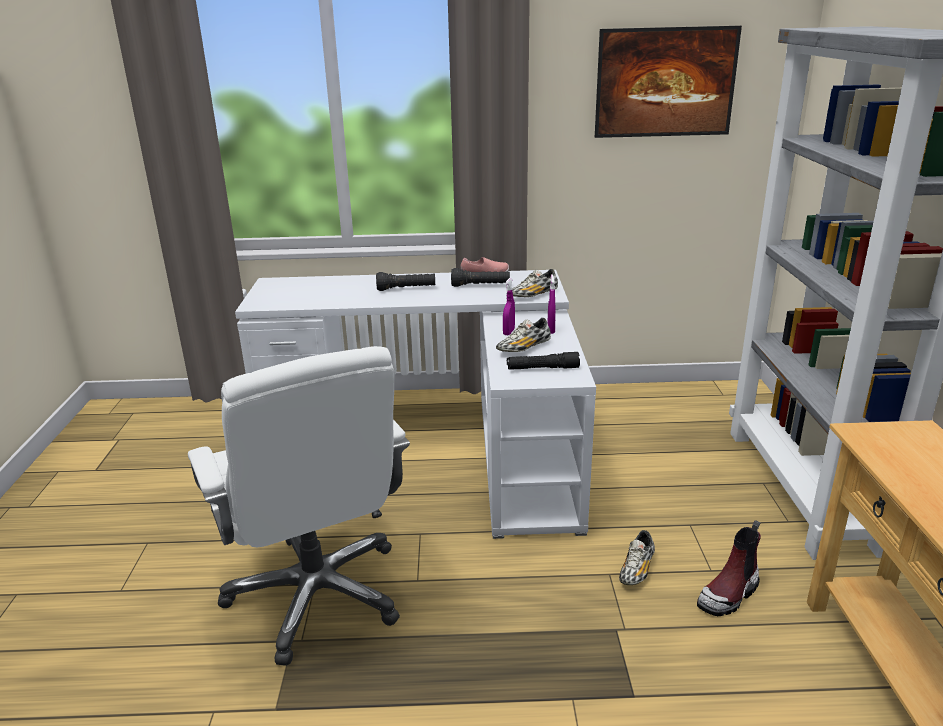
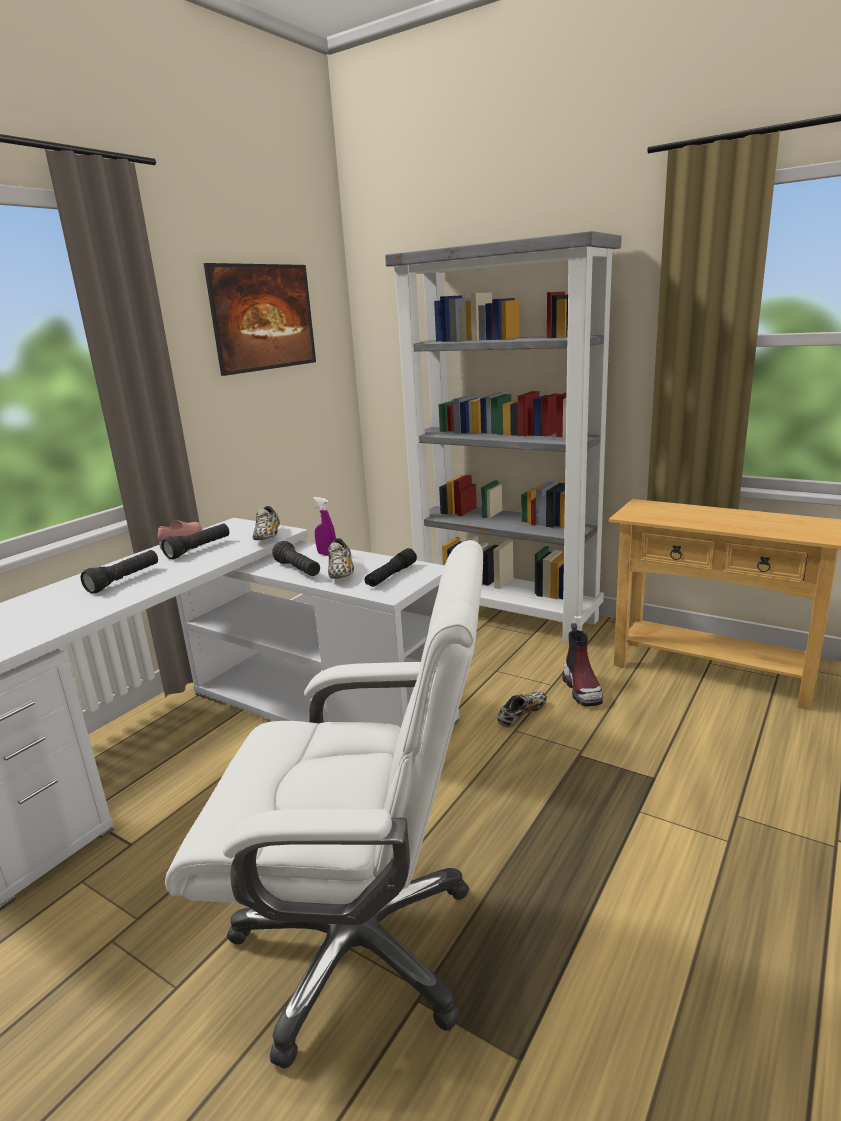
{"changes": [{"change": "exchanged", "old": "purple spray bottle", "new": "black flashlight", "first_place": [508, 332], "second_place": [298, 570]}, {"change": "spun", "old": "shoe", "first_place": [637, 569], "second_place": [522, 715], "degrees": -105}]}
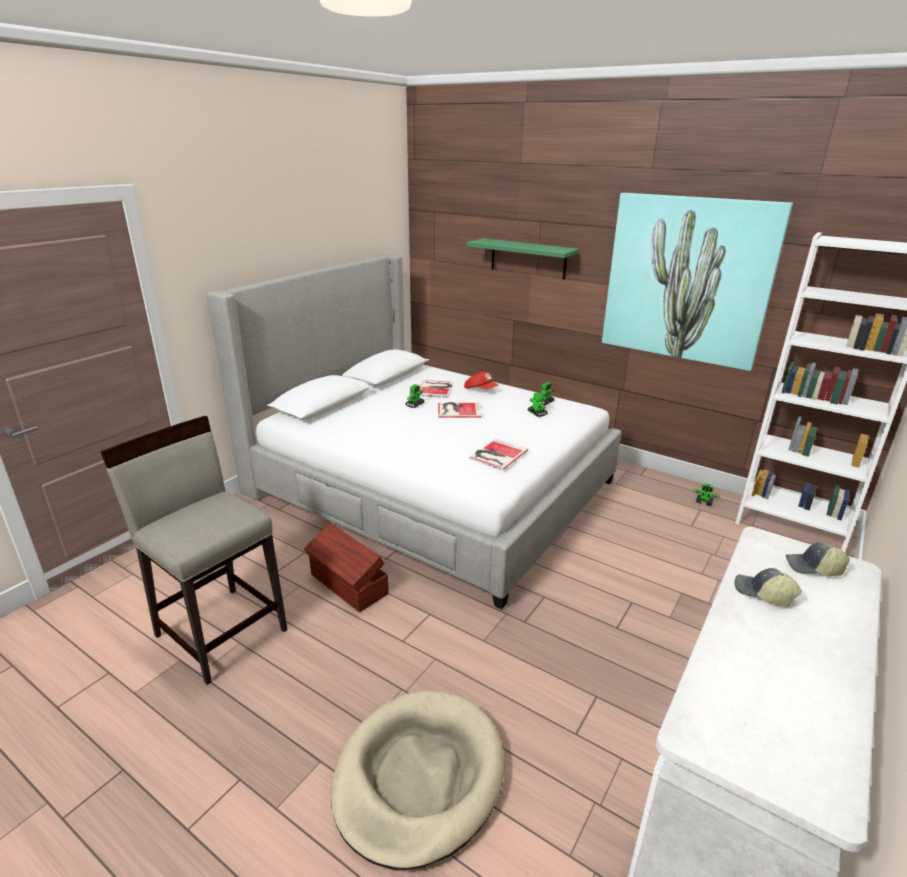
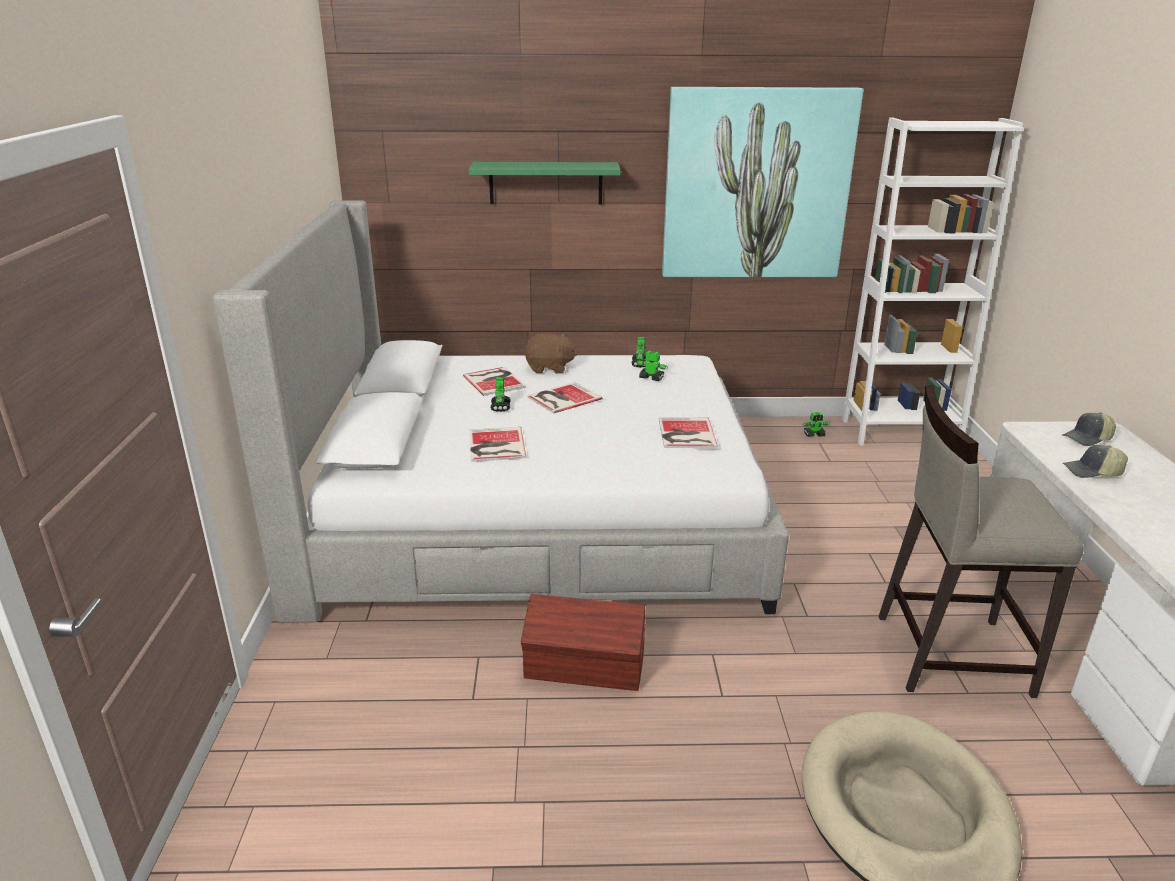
{"changes": [{"change": "appeared", "new": "book", "second_place": [495, 445]}, {"change": "relocated", "old": "beige stool", "first_place": [221, 631], "second_place": [950, 653]}, {"change": "exchanged", "old": "red cap", "new": "brown plush toy", "first_place": [480, 390], "second_place": [549, 368]}]}
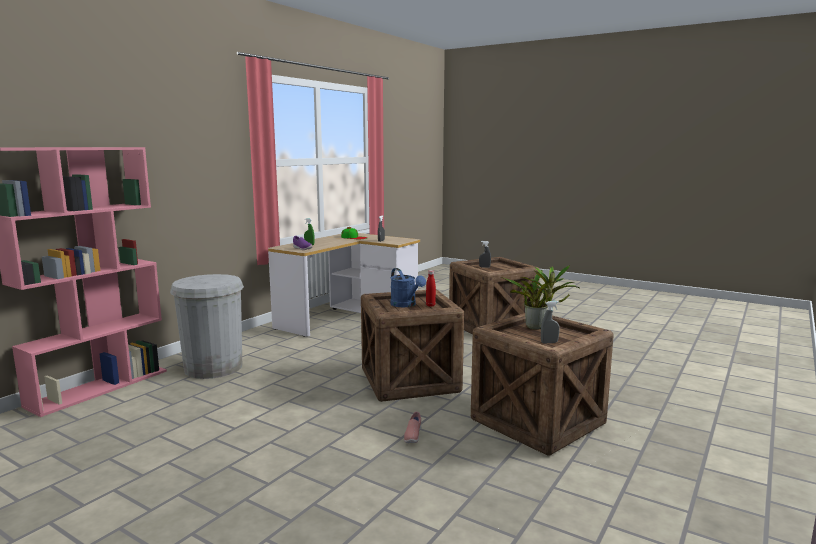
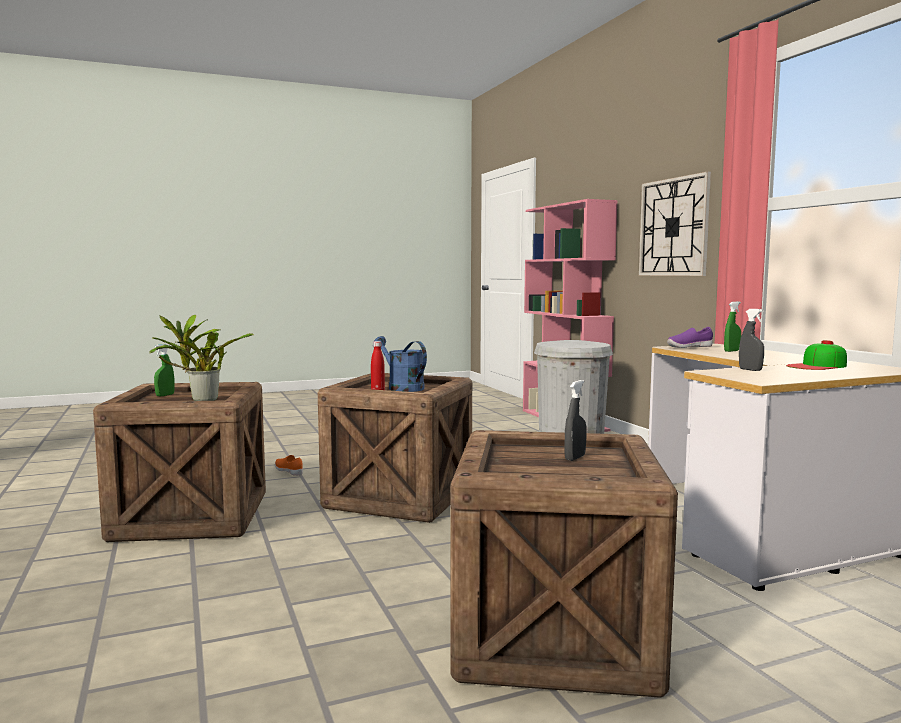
{"changes": [{"change": "appeared", "new": "wall clock", "second_place": [673, 227]}, {"change": "colour", "old": "pink shoe", "new": "orange shoe", "first_place": [412, 436], "second_place": [289, 472]}, {"change": "colour", "old": "grey spray bottle", "new": "green spray bottle", "first_place": [549, 342], "second_place": [165, 395]}, {"change": "spun", "old": "blue watering can", "first_place": [406, 305], "second_place": [401, 387], "degrees": 45}]}
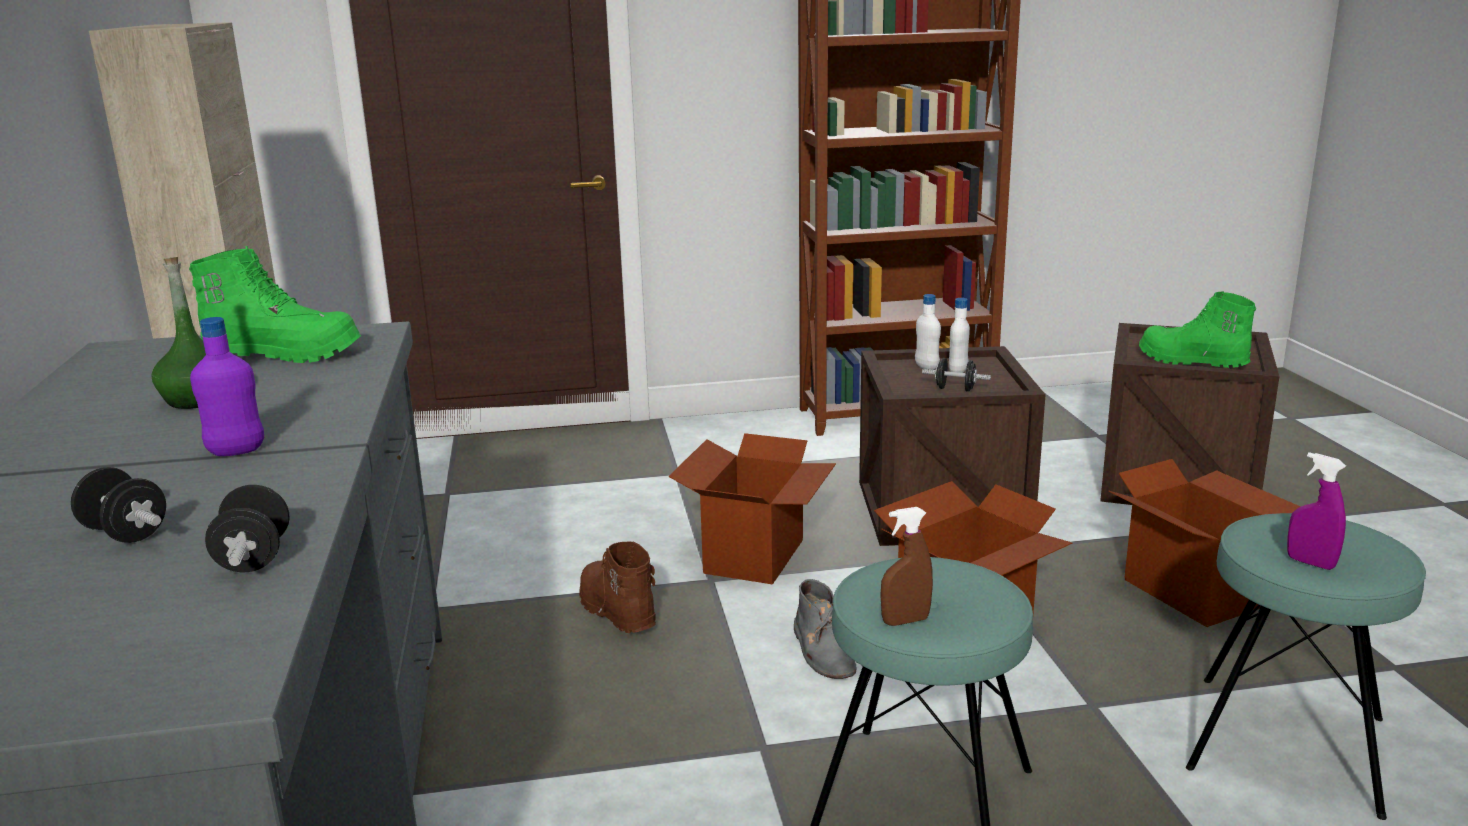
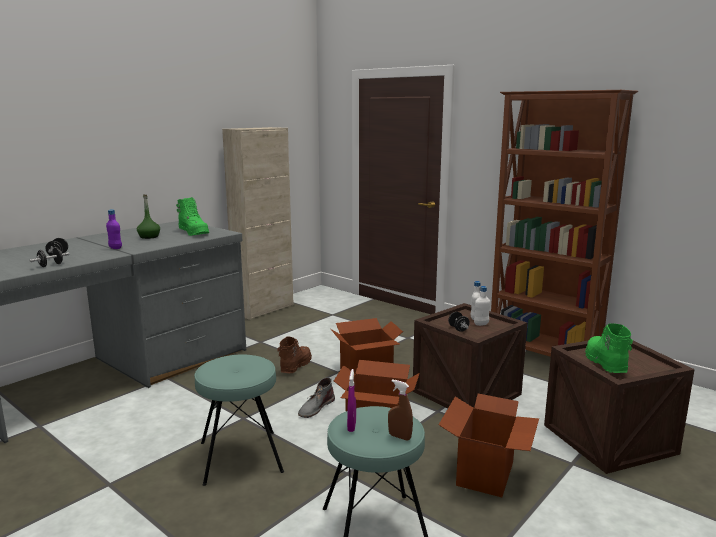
{"changes": [{"change": "relocated", "old": "brown spray bottle", "first_place": [905, 621], "second_place": [399, 437]}]}
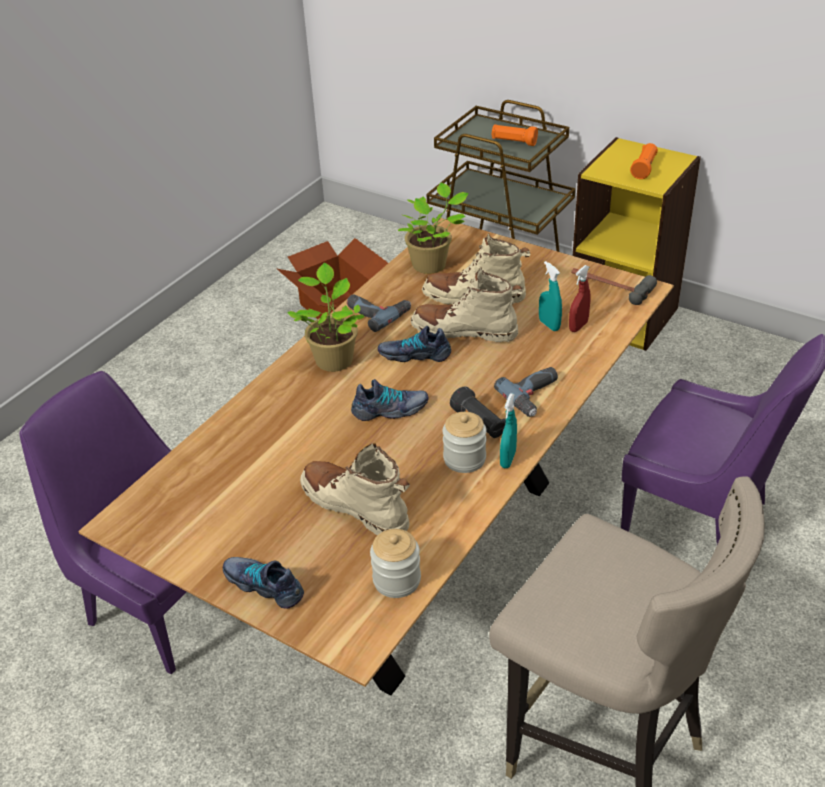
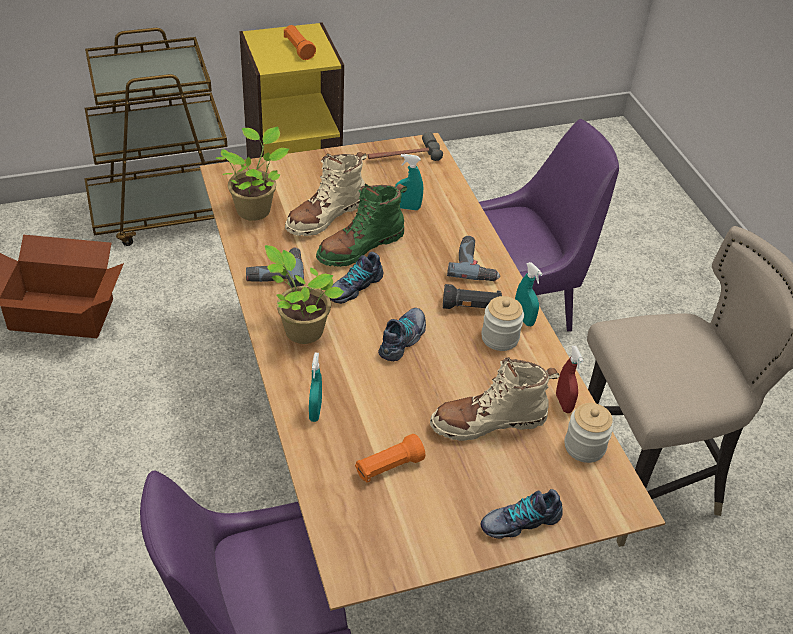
{"changes": [{"change": "appeared", "new": "turquoise spray bottle", "second_place": [315, 411]}, {"change": "relocated", "old": "orange flashlight", "first_place": [513, 142], "second_place": [388, 467]}, {"change": "relocated", "old": "red spray bottle", "first_place": [578, 326], "second_place": [563, 403]}, {"change": "colour", "old": "beige boot", "new": "green boot", "first_place": [464, 331], "second_place": [360, 247]}]}
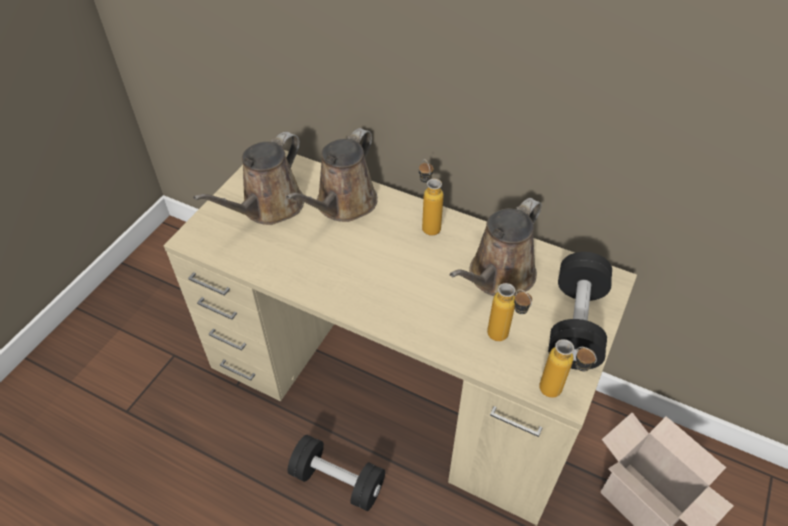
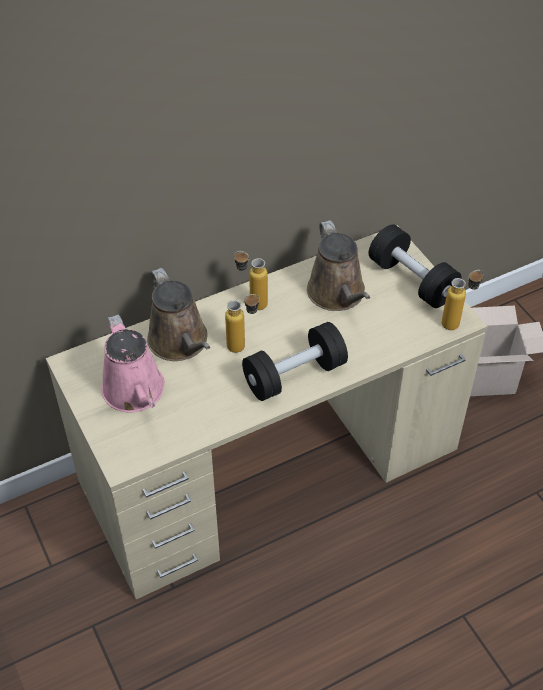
{"changes": [{"change": "relocated", "old": "black dumbbell", "first_place": [338, 480], "second_place": [294, 375]}, {"change": "relocated", "old": "bottle", "first_place": [504, 339], "second_place": [243, 346]}, {"change": "colour", "old": "brown watering can", "new": "pink watering can", "first_place": [268, 207], "second_place": [135, 393]}]}
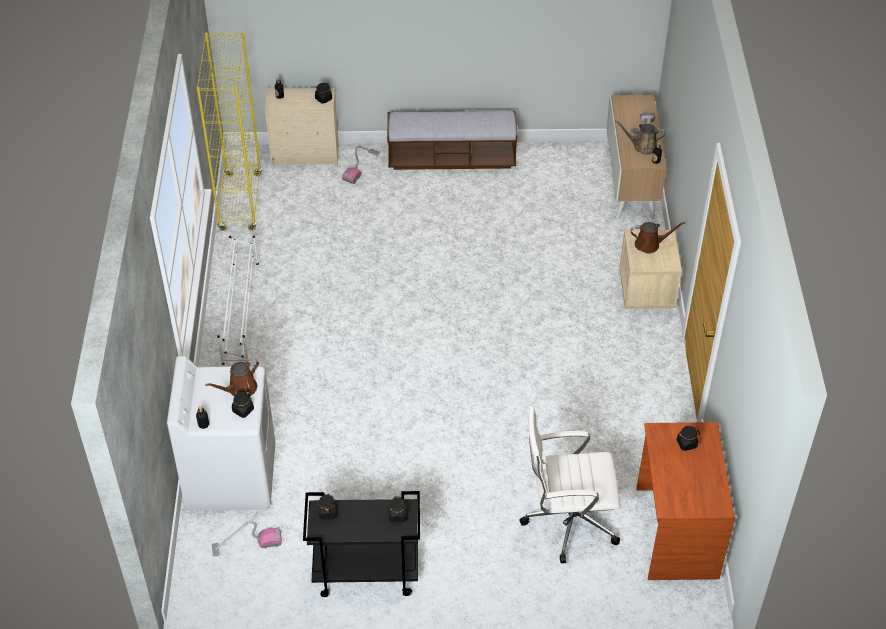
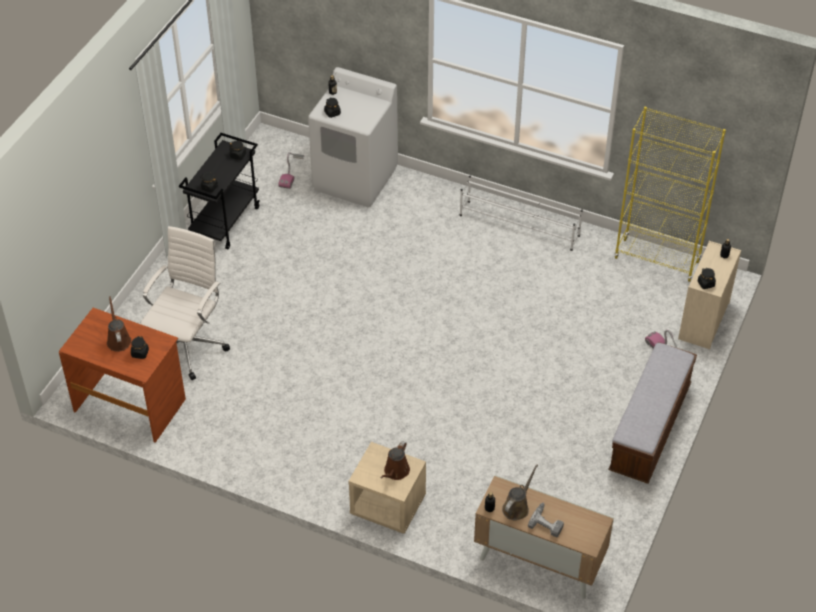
{"changes": [{"change": "relocated", "old": "brown watering can", "first_place": [240, 389], "second_place": [118, 340]}]}
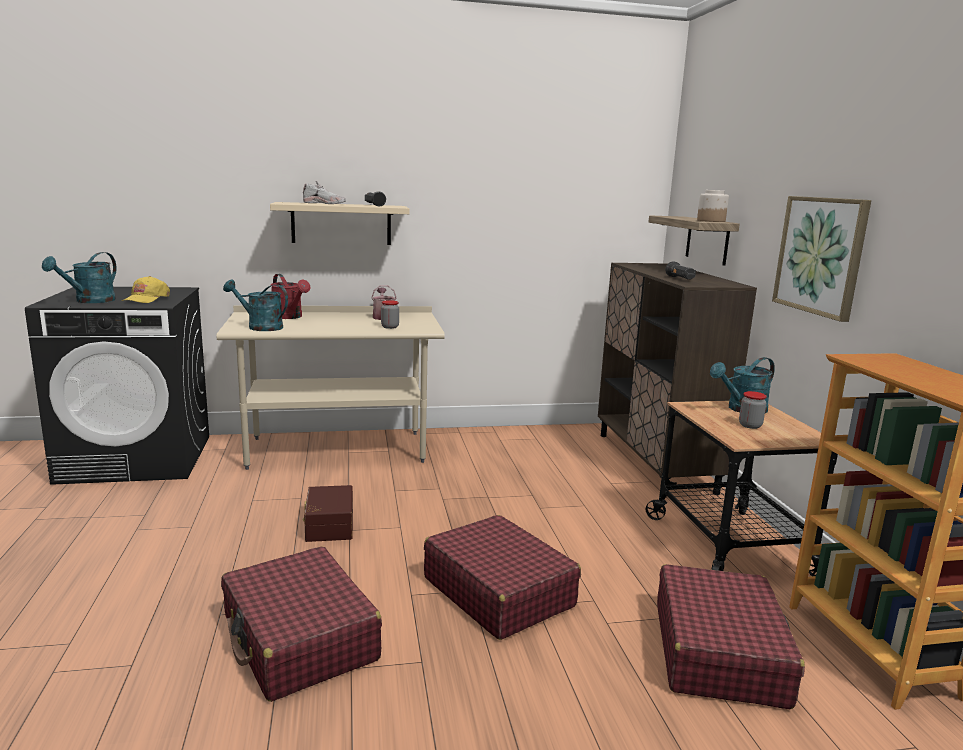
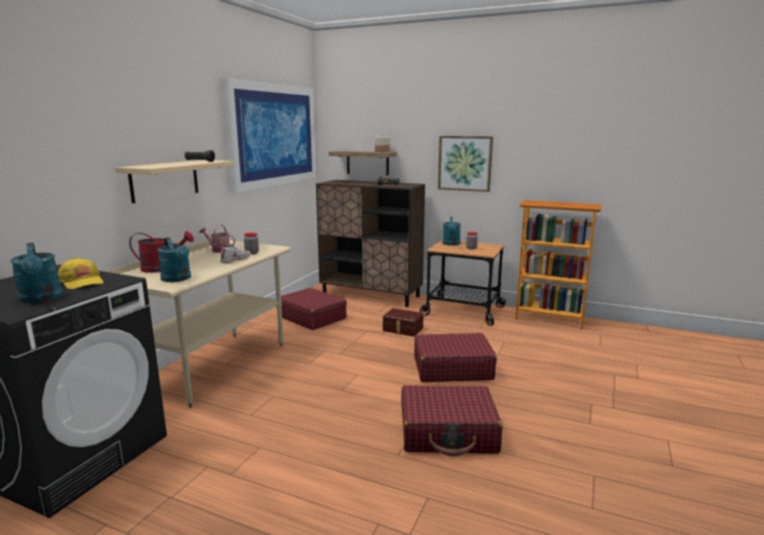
{"changes": [{"change": "appeared", "new": "picture", "second_place": [273, 135]}, {"change": "relocated", "old": "white shoe", "first_place": [324, 203], "second_place": [235, 260]}, {"change": "relocated", "old": "brown storage box", "first_place": [328, 525], "second_place": [402, 329]}, {"change": "relocated", "old": "red suitcase", "first_place": [718, 652], "second_place": [311, 317]}, {"change": "spun", "old": "turquoise watering can", "first_place": [260, 327], "second_place": [178, 279], "degrees": -90}]}
